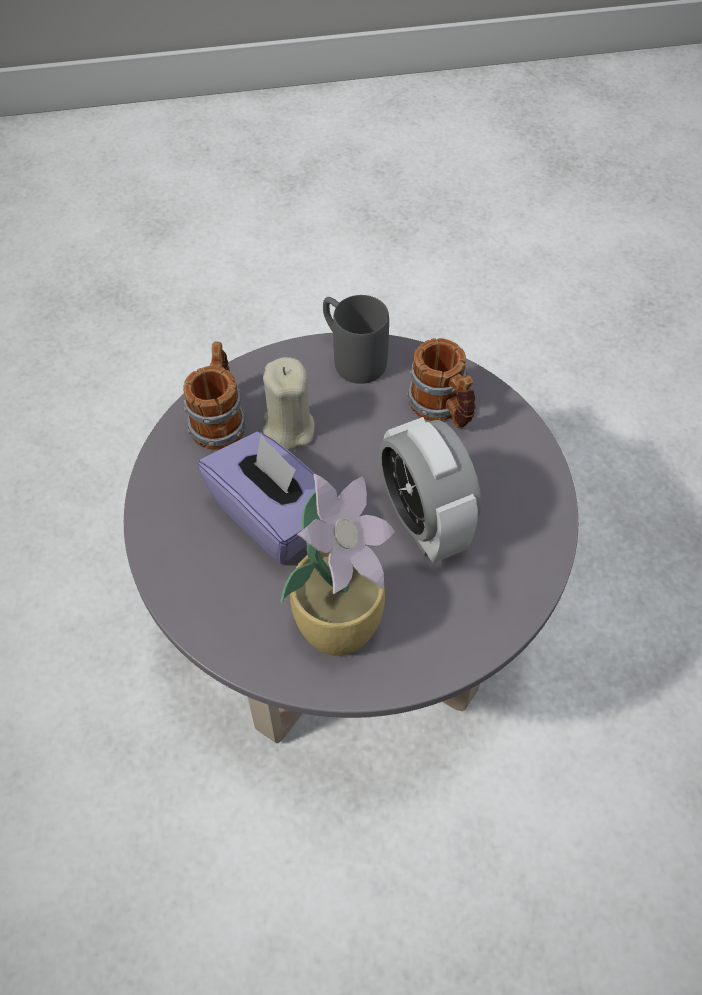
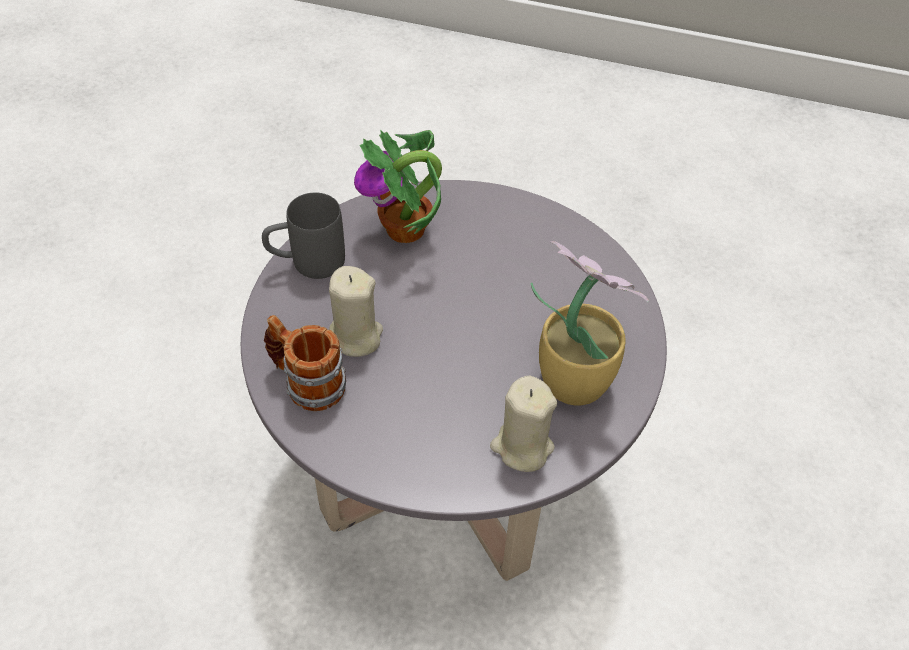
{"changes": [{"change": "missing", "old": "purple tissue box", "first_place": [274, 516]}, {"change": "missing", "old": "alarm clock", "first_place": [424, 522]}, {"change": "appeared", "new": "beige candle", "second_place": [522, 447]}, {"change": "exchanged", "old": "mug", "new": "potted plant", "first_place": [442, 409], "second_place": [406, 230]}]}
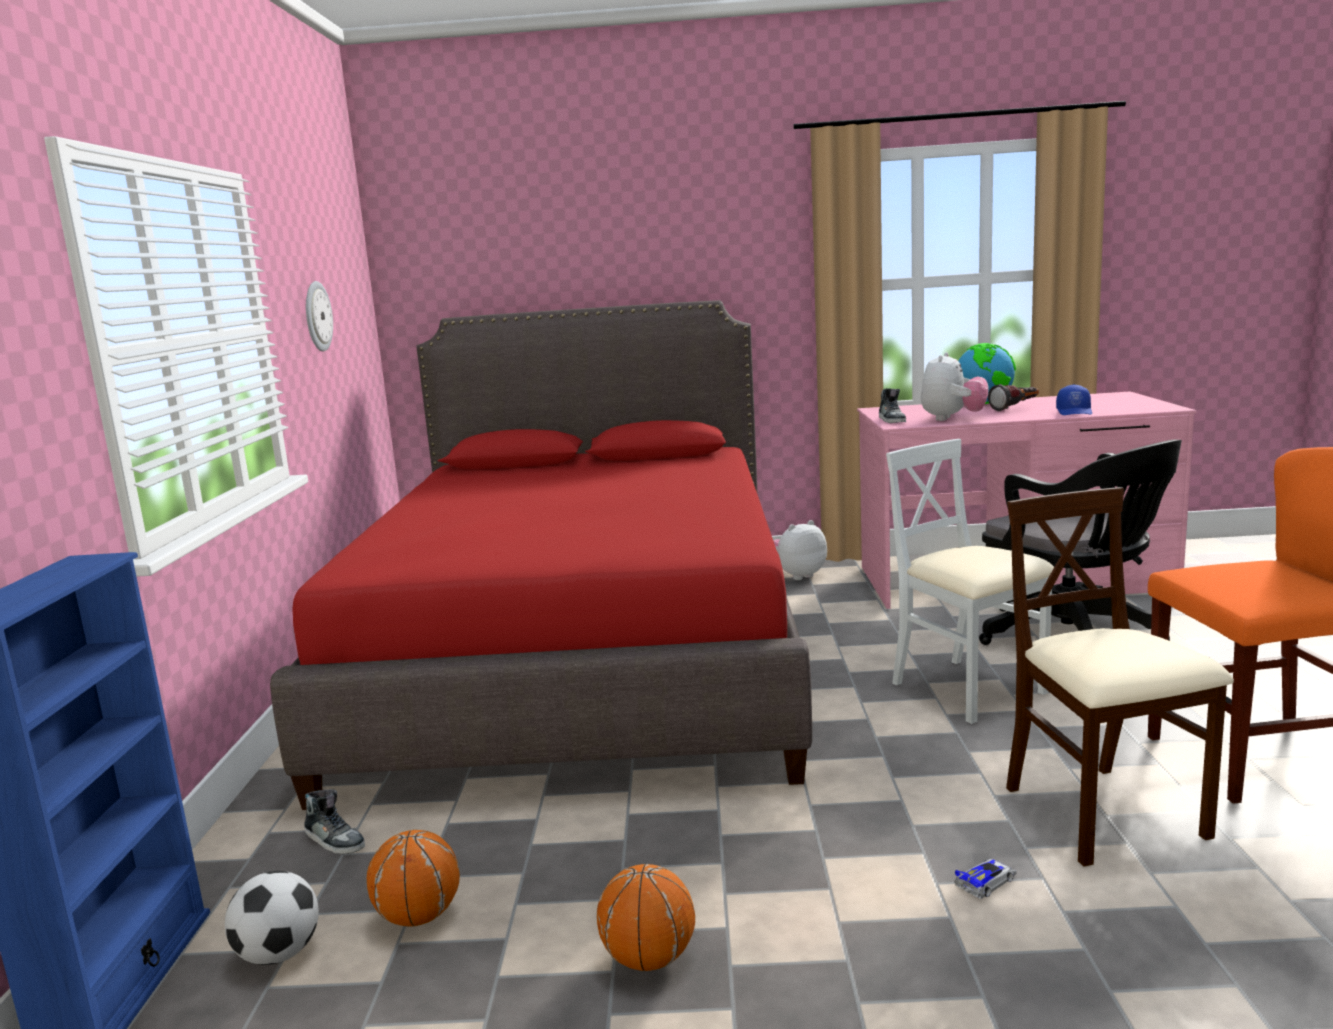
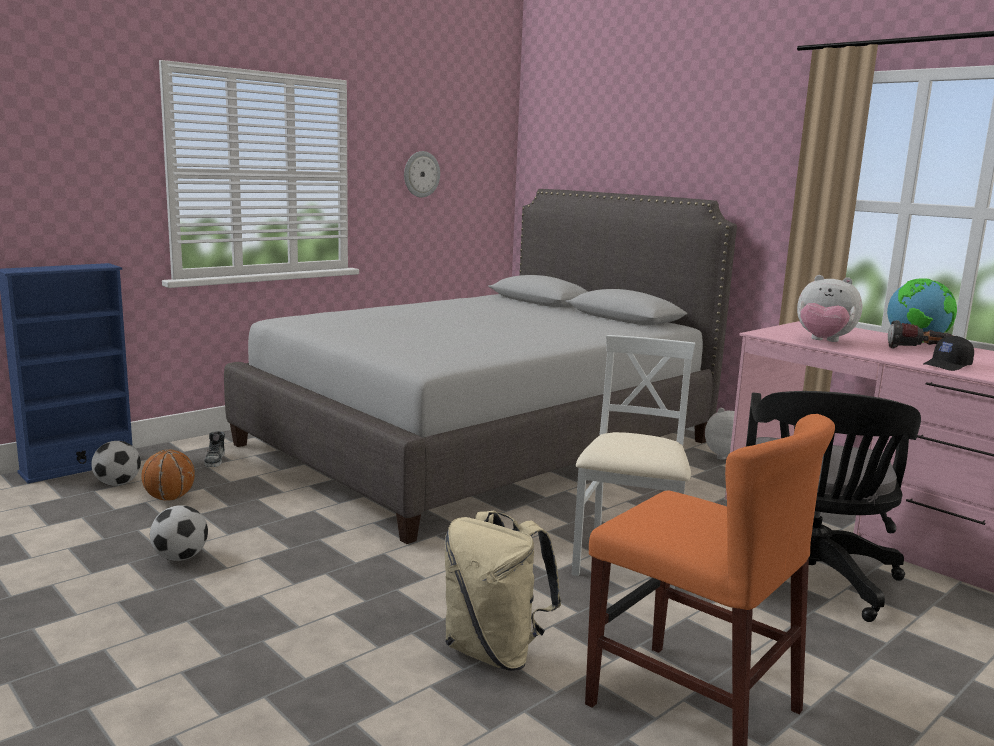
{"changes": [{"change": "missing", "old": "shoe", "first_place": [892, 420]}, {"change": "missing", "old": "toy car", "first_place": [987, 881]}, {"change": "exchanged", "old": "basketball", "new": "football", "first_place": [649, 959], "second_place": [180, 557]}, {"change": "exchanged", "old": "beige chair", "new": "beige backpack", "first_place": [1103, 814], "second_place": [495, 652]}, {"change": "colour", "old": "red bed", "new": "grey bed", "first_place": [585, 659], "second_place": [481, 443]}, {"change": "colour", "old": "blue cap", "new": "black cap", "first_place": [1075, 412], "second_place": [947, 366]}, {"change": "spun", "old": "plush toy", "first_place": [952, 419], "second_place": [823, 341], "degrees": 45}]}
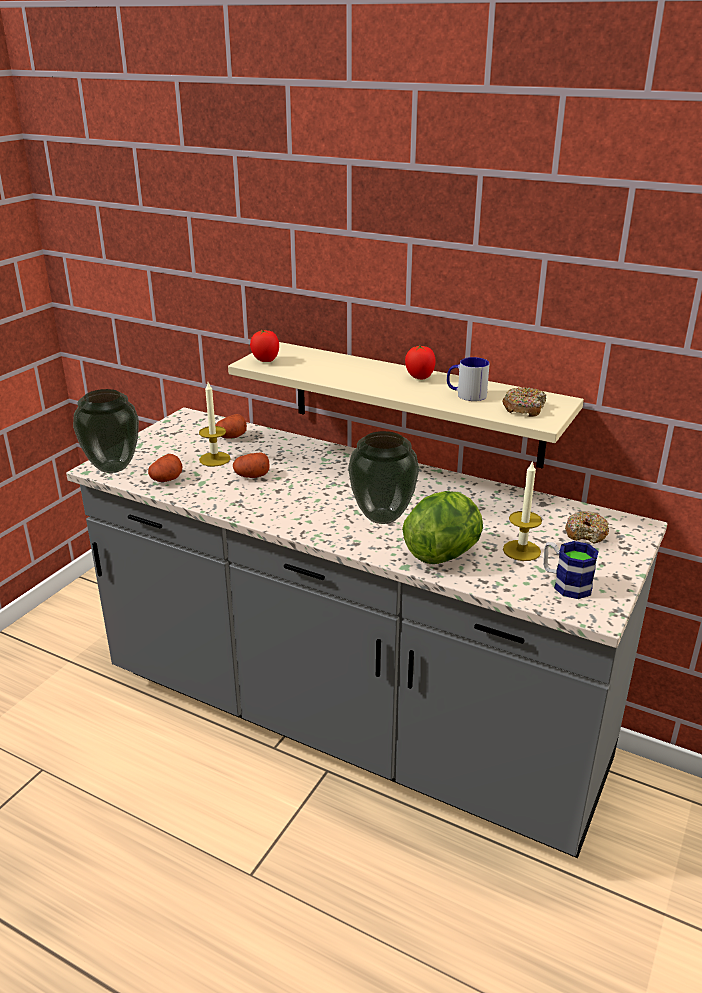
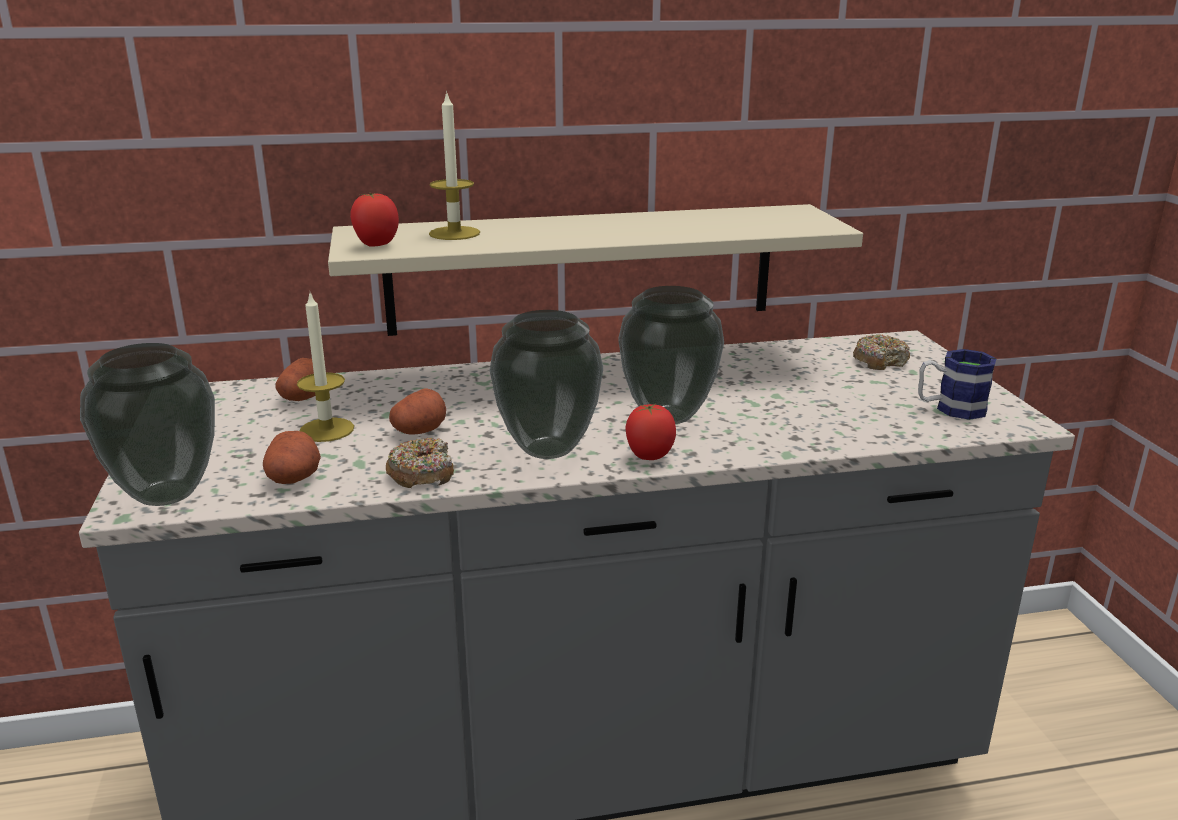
{"changes": [{"change": "missing", "old": "lettuce", "first_place": [444, 554]}, {"change": "missing", "old": "mug", "first_place": [466, 395]}, {"change": "appeared", "new": "vase", "second_place": [550, 450]}, {"change": "relocated", "old": "tomato", "first_place": [420, 378], "second_place": [649, 457]}, {"change": "relocated", "old": "donut", "first_place": [524, 408], "second_place": [422, 474]}, {"change": "relocated", "old": "candle", "first_place": [521, 550], "second_place": [454, 233]}]}
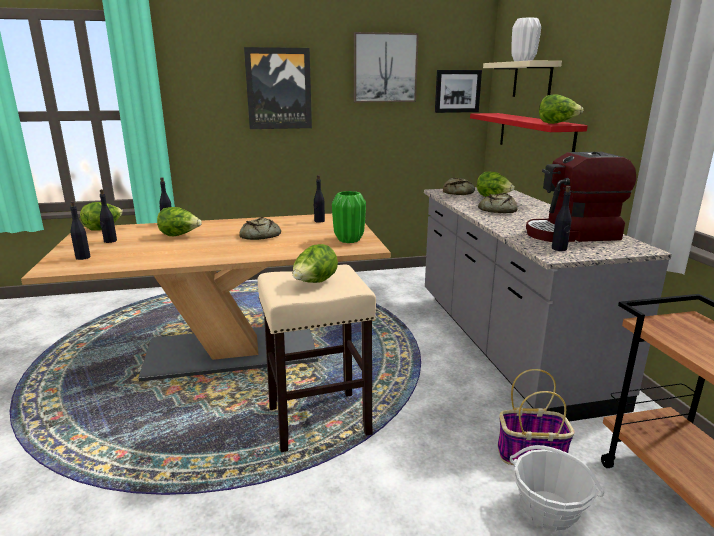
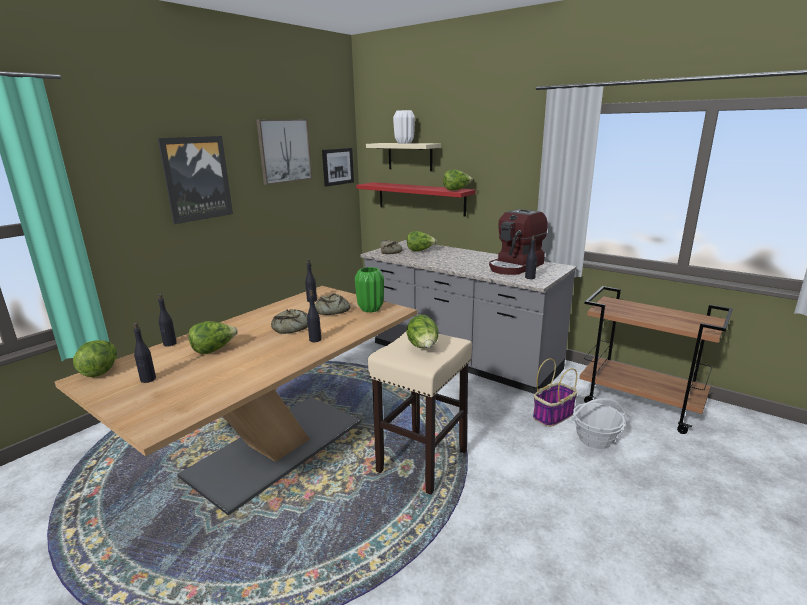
{"changes": [{"change": "relocated", "old": "black bottle", "first_place": [83, 257], "second_place": [315, 340]}, {"change": "relocated", "old": "bread", "first_place": [496, 210], "second_place": [331, 310]}]}
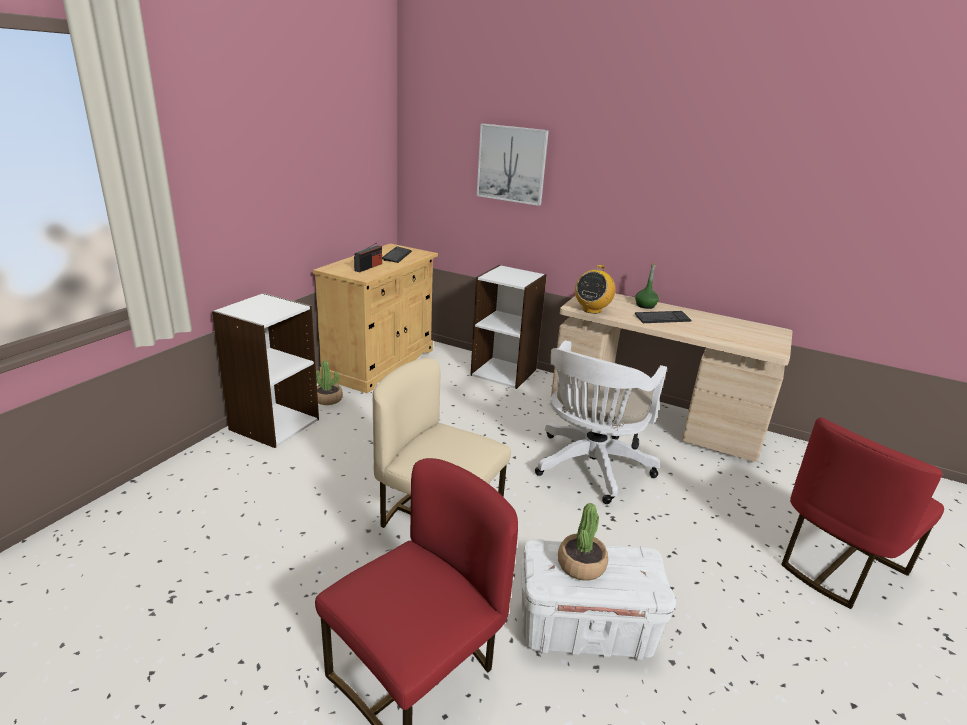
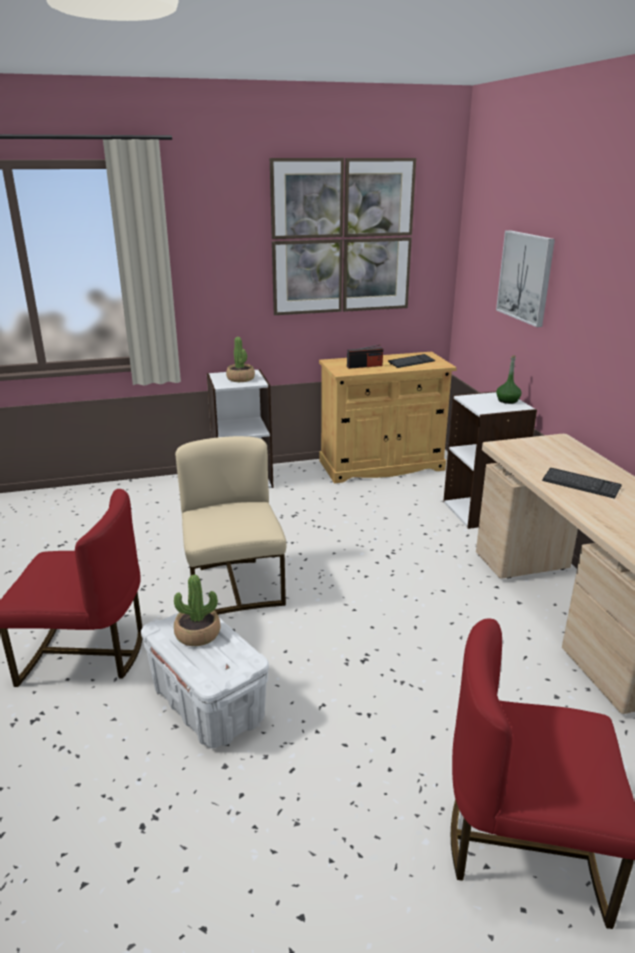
{"changes": [{"change": "missing", "old": "white office chair", "first_place": [589, 468]}, {"change": "missing", "old": "radio", "first_place": [591, 310]}, {"change": "appeared", "new": "picture", "second_place": [342, 237]}, {"change": "relocated", "old": "potted plant", "first_place": [328, 399], "second_place": [241, 379]}, {"change": "relocated", "old": "green bottle", "first_place": [645, 306], "second_place": [507, 401]}]}
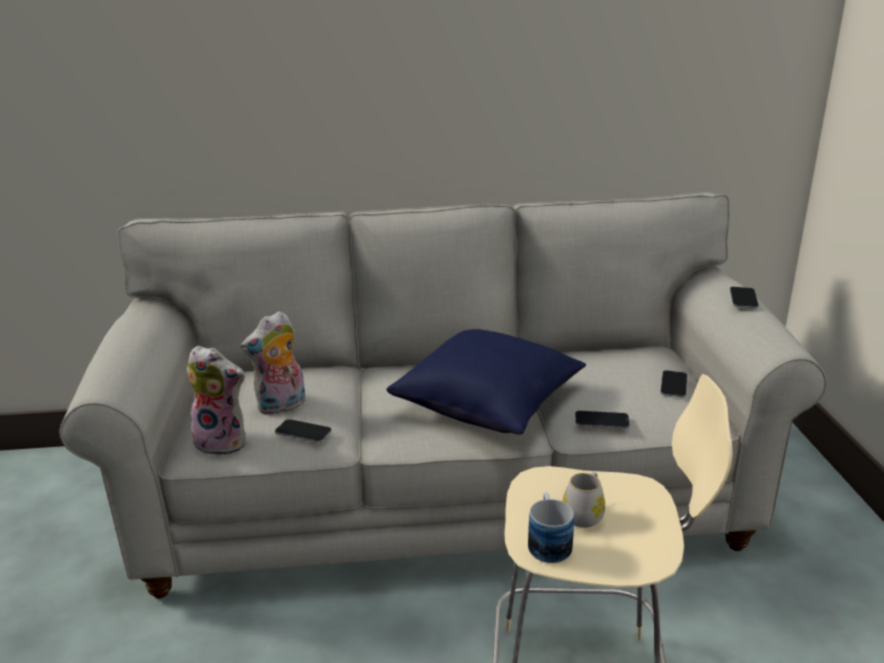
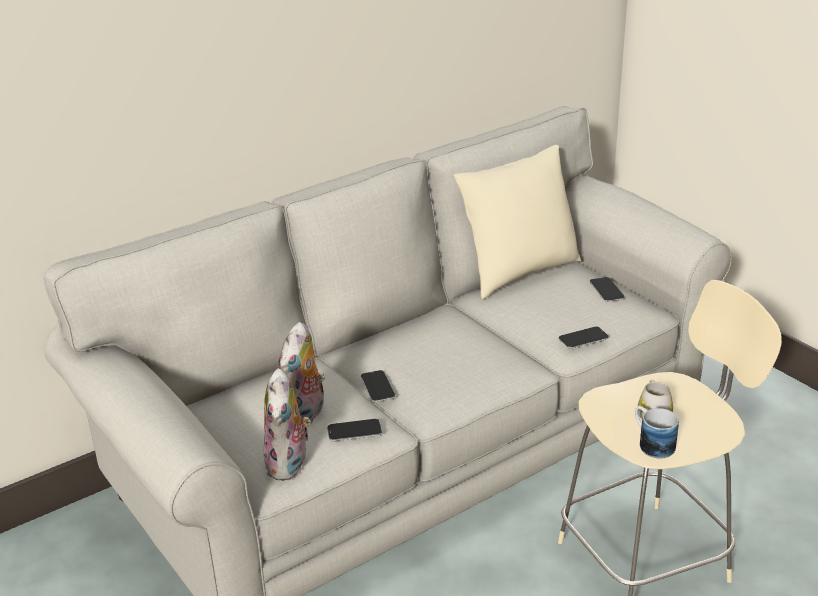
{"changes": [{"change": "missing", "old": "blue pillow", "first_place": [489, 405]}, {"change": "appeared", "new": "beige pillow", "second_place": [518, 273]}, {"change": "relocated", "old": "phone", "first_place": [743, 298], "second_place": [377, 387]}, {"change": "spun", "old": "plush toy", "first_place": [224, 442], "second_place": [289, 465], "degrees": 105}]}
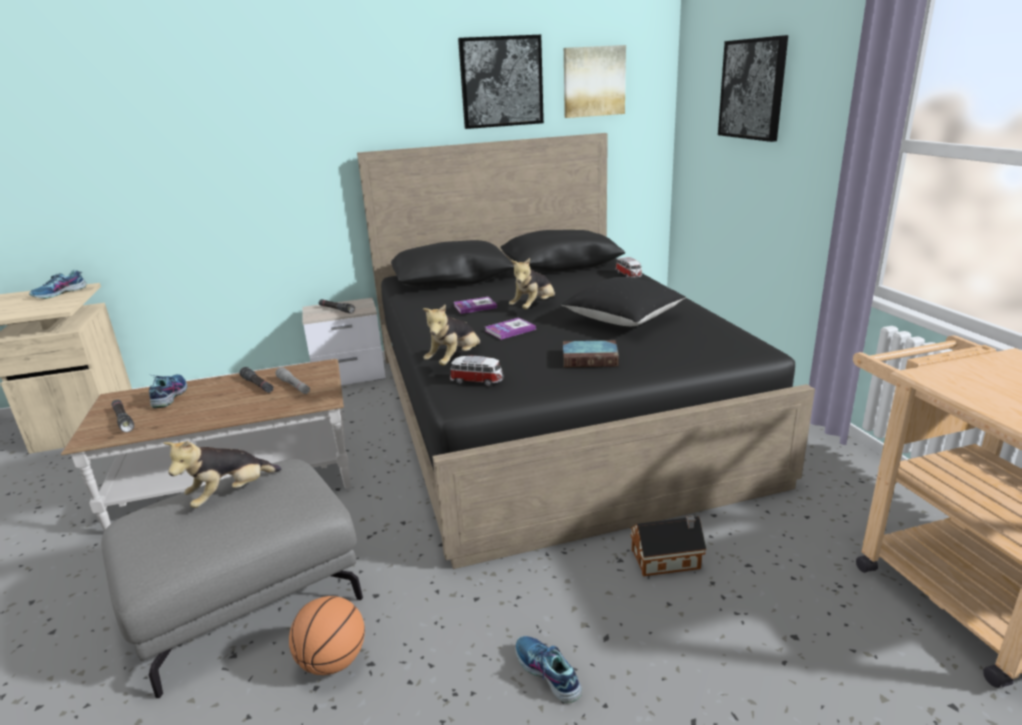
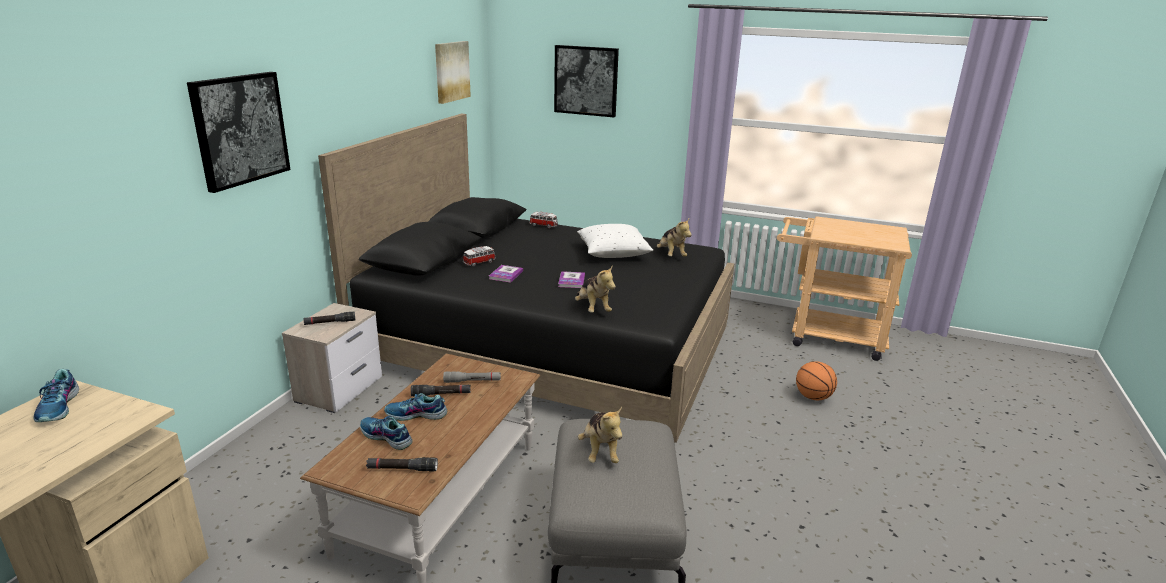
{"changes": [{"change": "missing", "old": "book", "first_place": [591, 358]}, {"change": "missing", "old": "toy house", "first_place": [668, 559]}, {"change": "relocated", "old": "basketball", "first_place": [333, 661], "second_place": [813, 397]}, {"change": "relocated", "old": "toy car", "first_place": [477, 381], "second_place": [480, 262]}, {"change": "relocated", "old": "picture", "first_place": [501, 82], "second_place": [240, 129]}, {"change": "relocated", "old": "plush toy", "first_place": [534, 307], "second_place": [671, 255]}, {"change": "relocated", "old": "shoe", "first_place": [547, 673], "second_place": [416, 415]}, {"change": "colour", "old": "black pillow", "new": "white pillow", "first_place": [623, 319], "second_place": [613, 254]}]}
